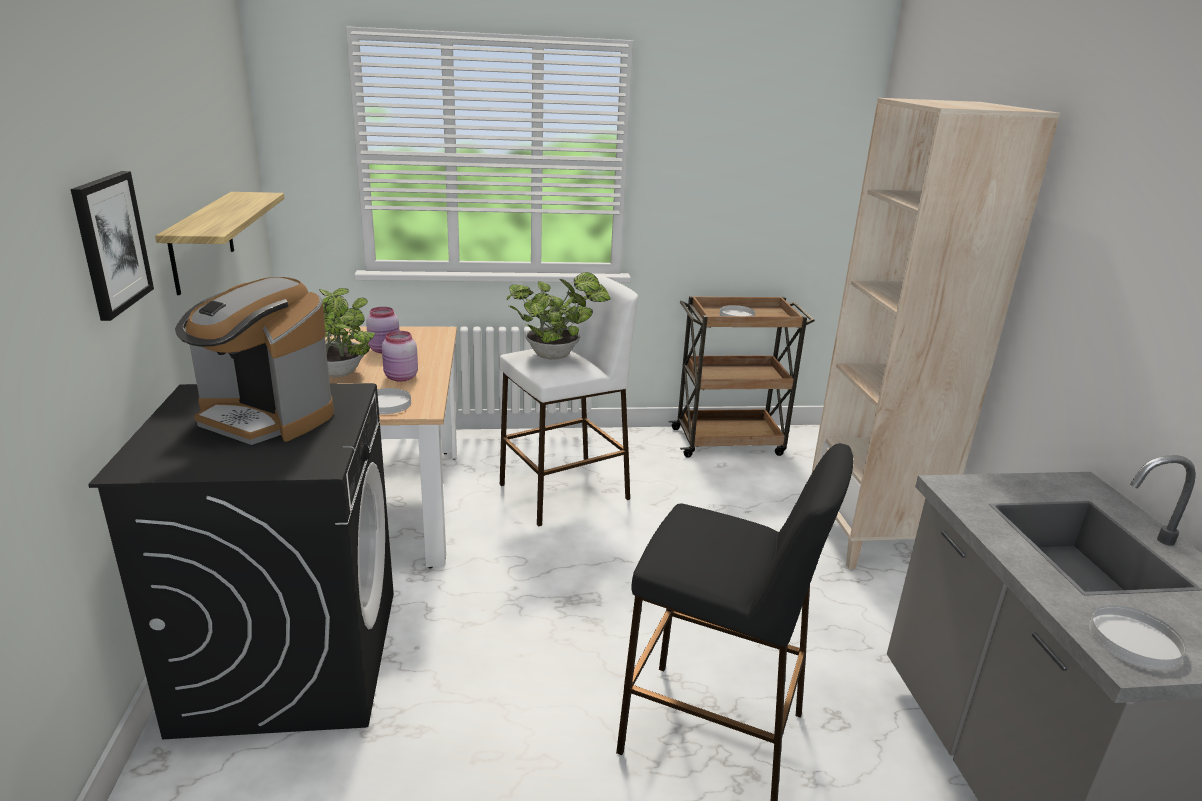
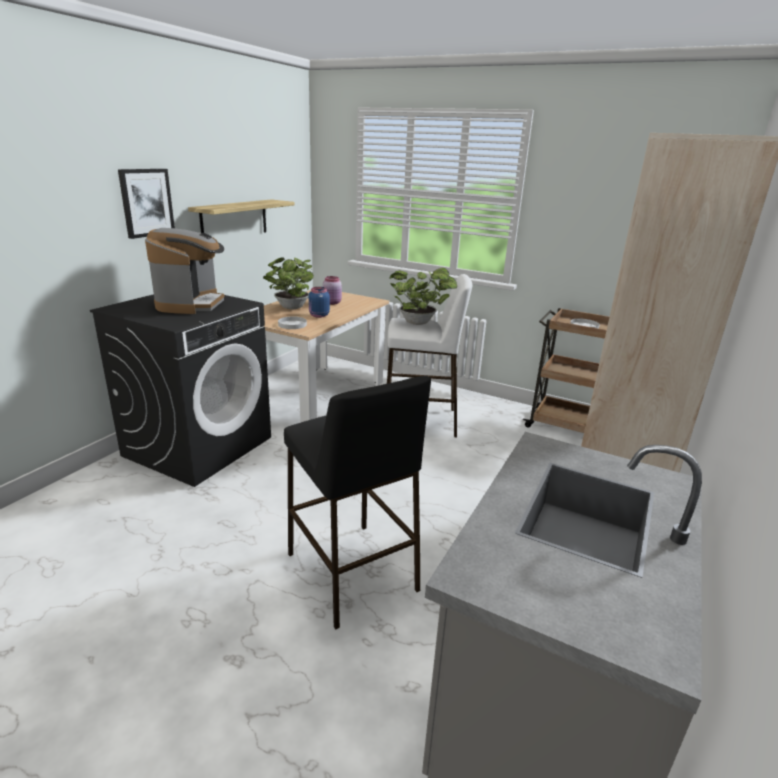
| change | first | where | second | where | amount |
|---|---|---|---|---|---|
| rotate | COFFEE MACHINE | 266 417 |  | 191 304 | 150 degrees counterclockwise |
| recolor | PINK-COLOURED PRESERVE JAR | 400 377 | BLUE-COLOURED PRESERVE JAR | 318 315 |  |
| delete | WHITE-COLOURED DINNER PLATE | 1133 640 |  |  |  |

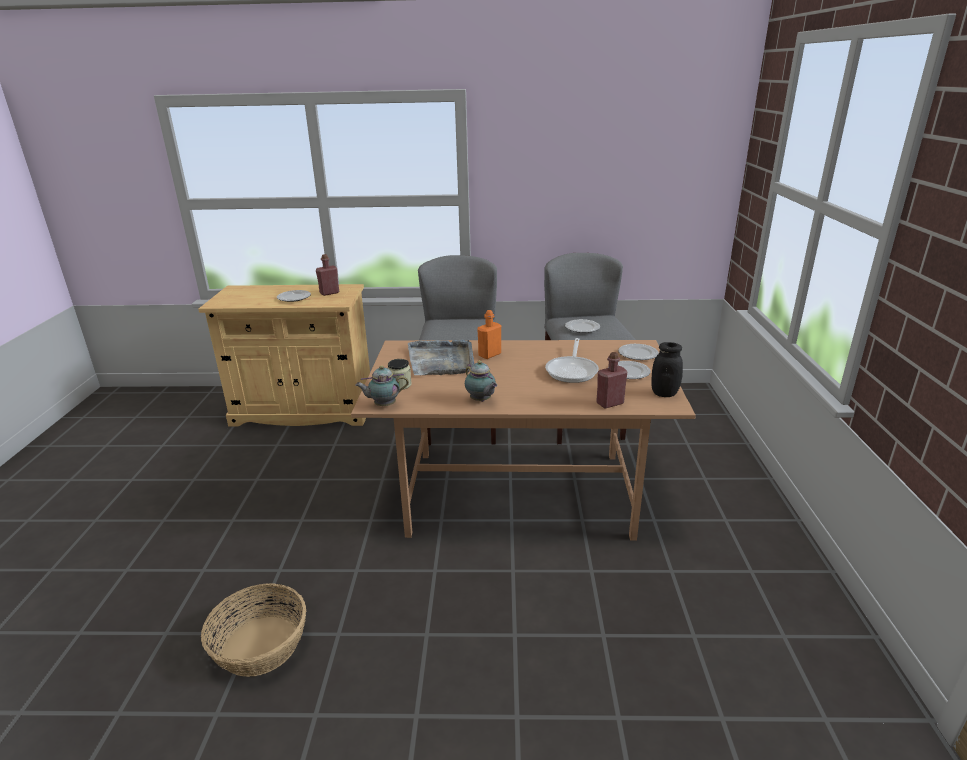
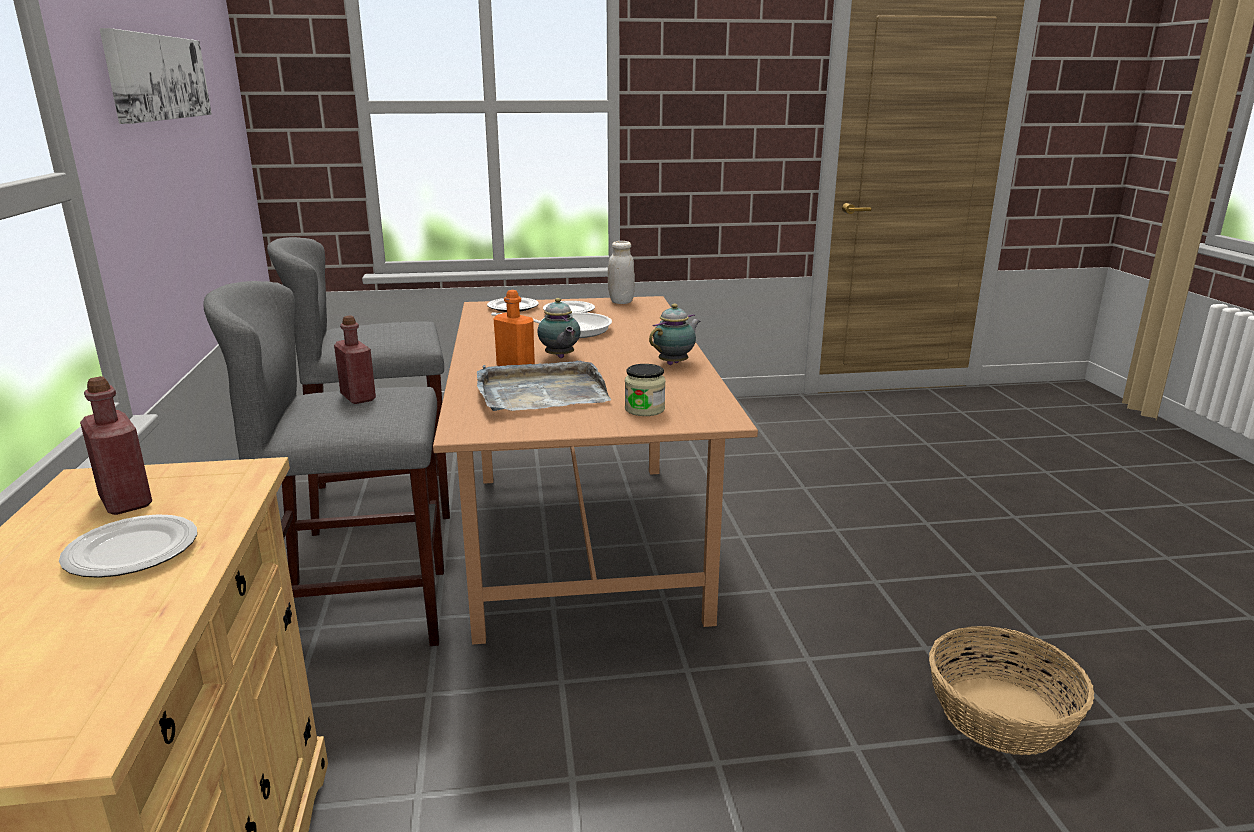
| change | first | where | second | where | amount |
|---|---|---|---|---|---|
| insert |  |  | WALL PICTURE | 157 77 |  |
| move | RED-COLOURED BOTTLE | 610 403 |  | 358 397 |  |
| move | TEAPOT | 383 405 |  | 560 357 |  |
| recolor | BLACKISH PRESERVE JAR | 664 393 | WHITE-COLOURED PRESERVE JAR | 621 302 |  |
| delete | DINNER PLATE | 582 328 |  |  |  |

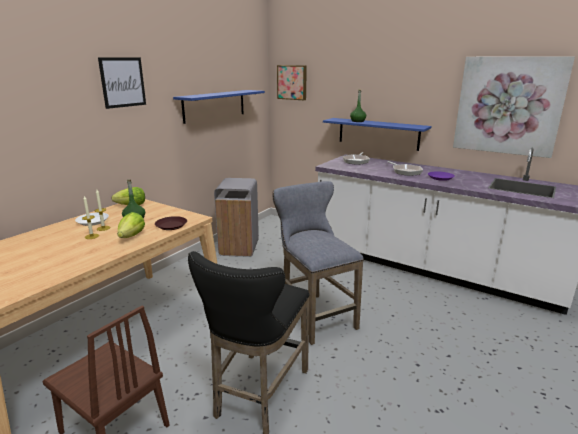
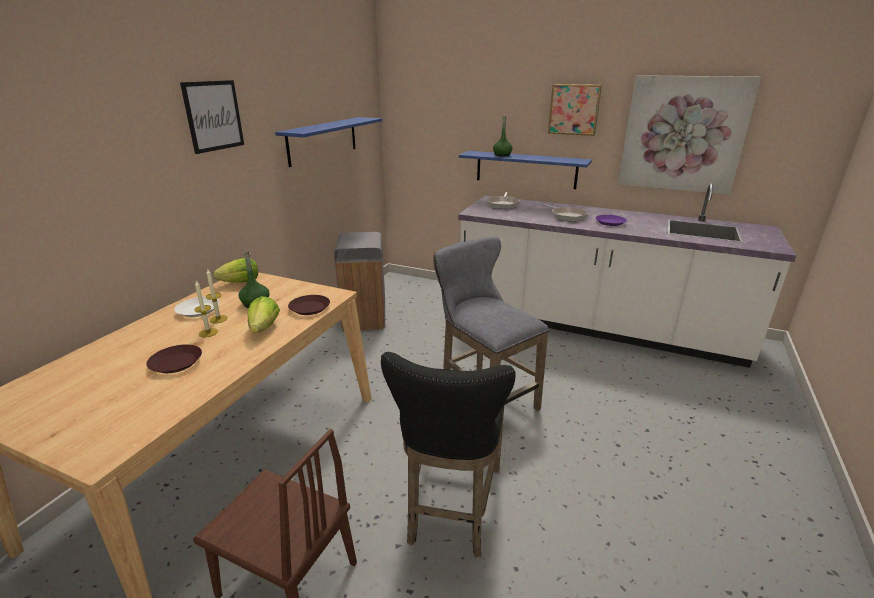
| change | first | where | second | where | amount |
|---|---|---|---|---|---|
| insert |  |  | BROWN DINNER PLATE | 176 363 |  |
| move | WALL PICTURE | 292 82 |  | 574 109 |  |

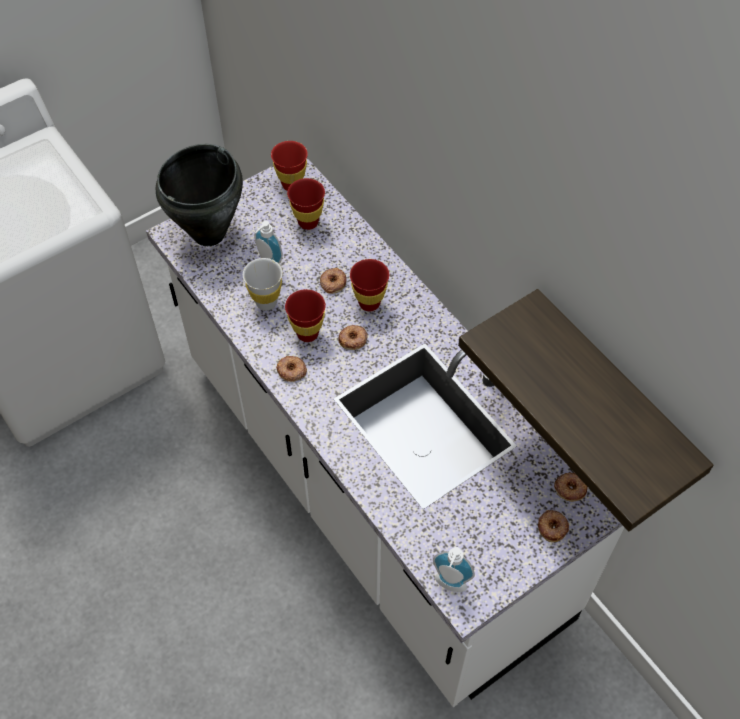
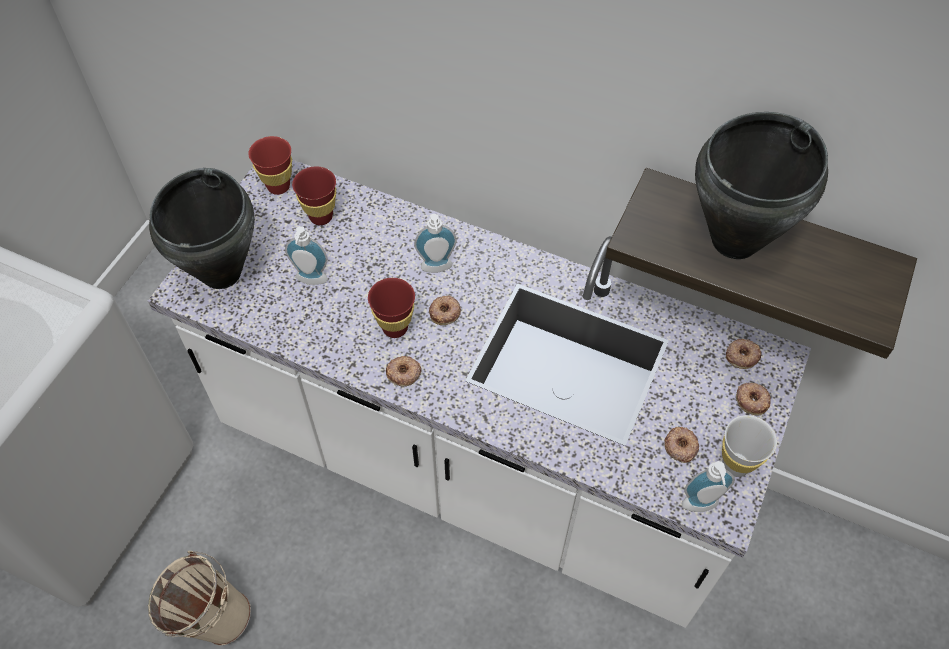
| change | first | where | second | where | amount |
|---|---|---|---|---|---|
| insert |  |  | BEIGE PAIL | 209 618 |  |
| replace | RED-COLOURED DRINKING CUP | 369 303 | SOAP BOTTLE | 437 269 |  |
| move | RING DOUGHNUT | 333 282 |  | 680 446 |  |
| insert |  |  | BLACKISH STOCKPOT | 736 241 |  |
| move | WHITE-COLOURED DRINKING CUP | 266 302 |  | 735 465 |  |

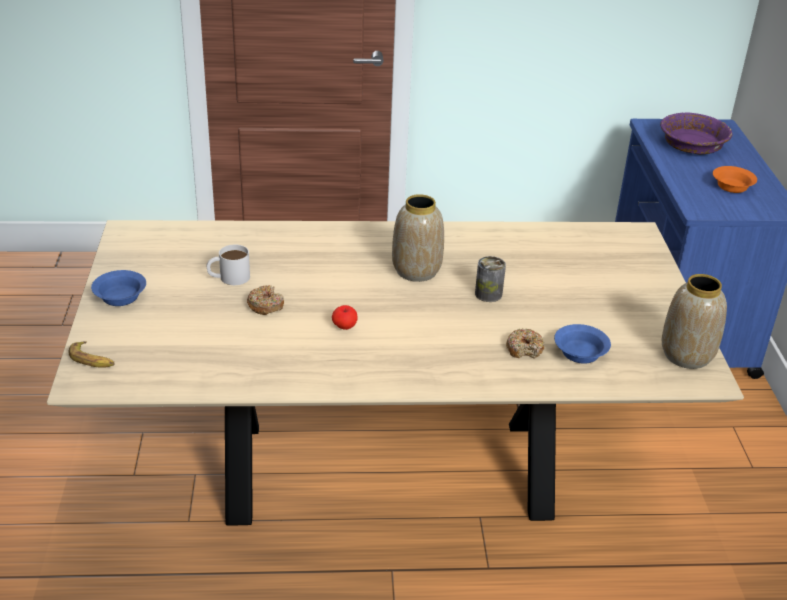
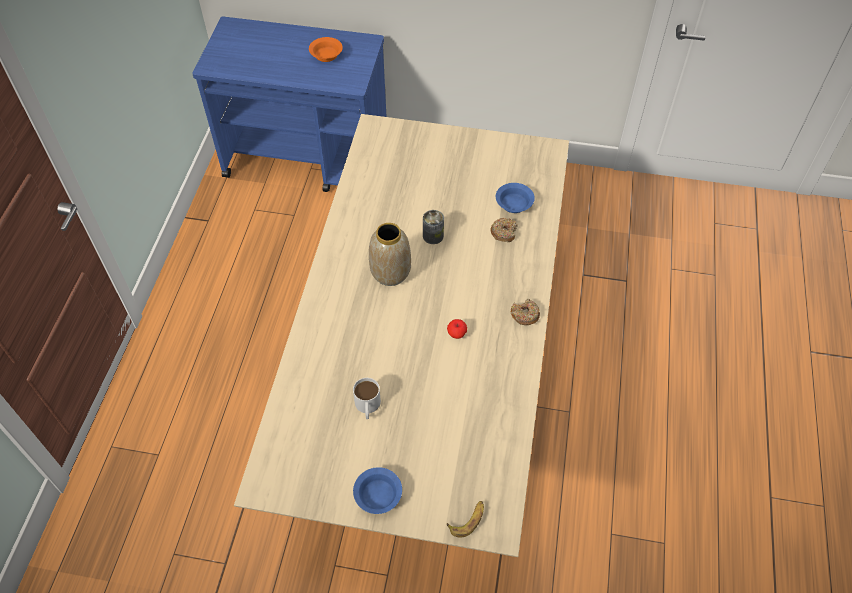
| change | first | where | second | where | amount |
|---|---|---|---|---|---|
| move | RING DOUGHNUT | 265 305 |  | 524 315 |  |
| delete | PURPLE-COLOURED SERVING BOWL | 692 145 |  |  |  |
| delete | FLOWER VASE | 687 355 |  |  |  |

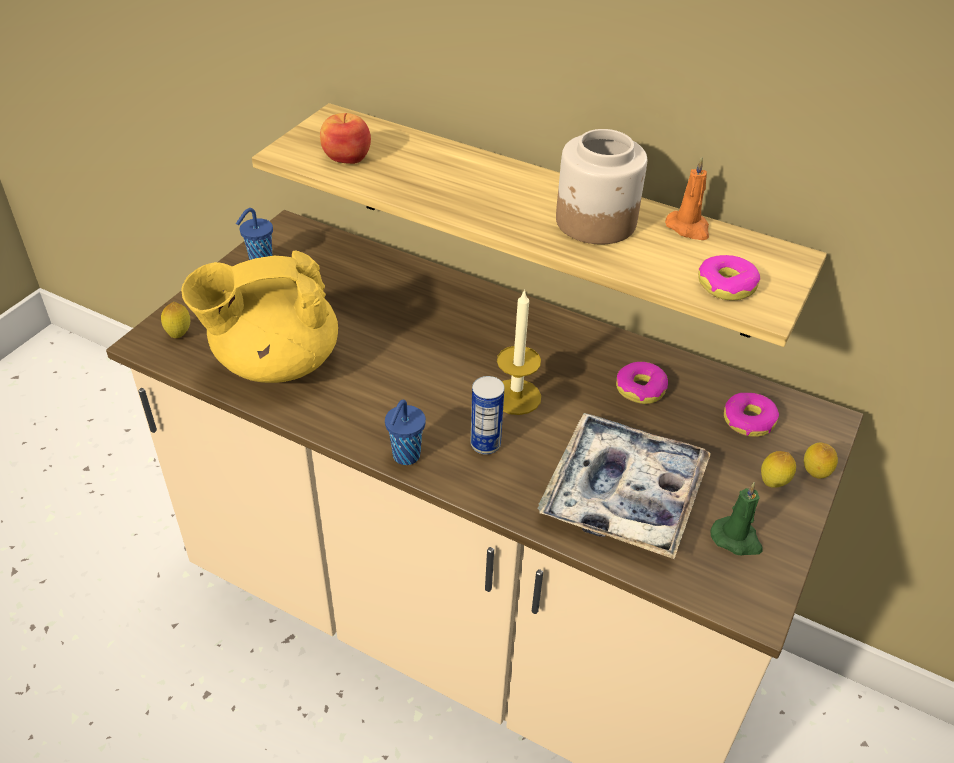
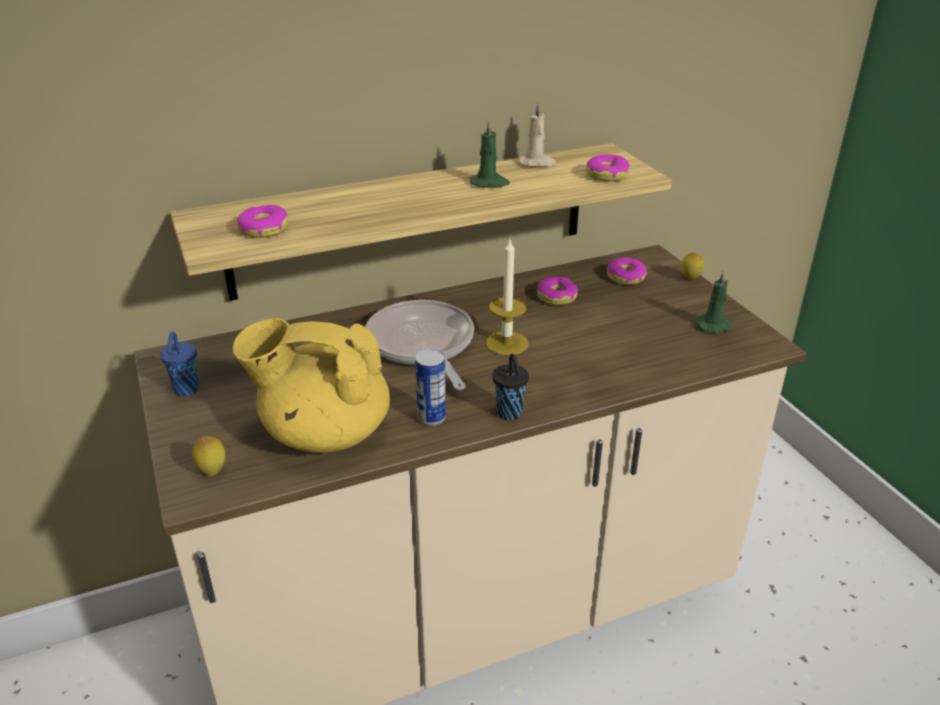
| change | first | where | second | where | amount |
|---|---|---|---|---|---|
| rotate | YELLOW TEAPOT | 274 362 |  | 324 433 | 75 degrees clockwise |
| replace | APPLE FRUIT | 346 157 | RING DOUGHNUT | 263 229 |  |
| insert |  |  | PAN | 422 345 |  |
| move | CAN | 485 444 |  | 431 418 |  |
| replace | PRESERVE JAR | 595 222 | GREENISH WAX CANDLE | 489 183 |  |
| recolor | BLUE-COLOURED DRINKING CUP | 405 457 | BLACKISH DRINKING CUP | 510 414 |  |
| recolor | ORANGE WAX CANDLE | 688 228 | BEIGE WAX CANDLE | 537 163 |  |
| delete | SERVING TRAY | 623 494 |  |  |  |
| delete | LEMON | 772 484 |  |  |  |

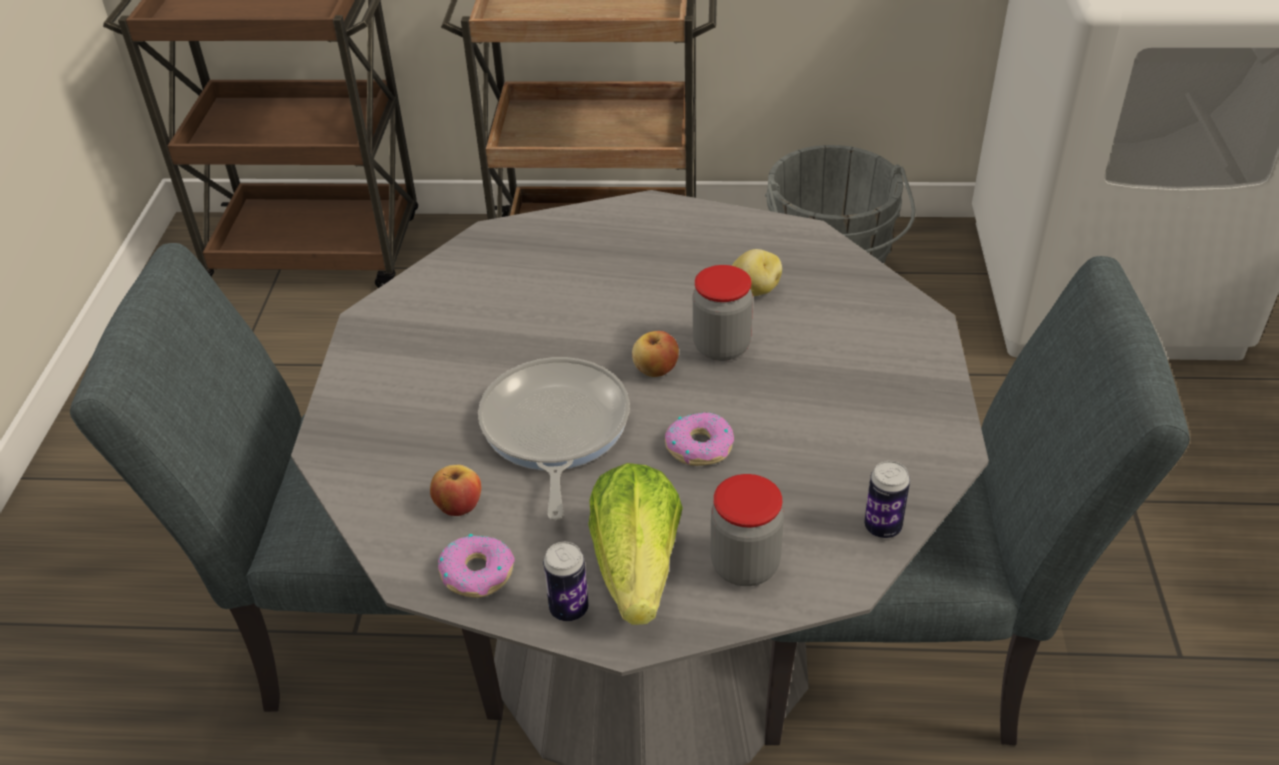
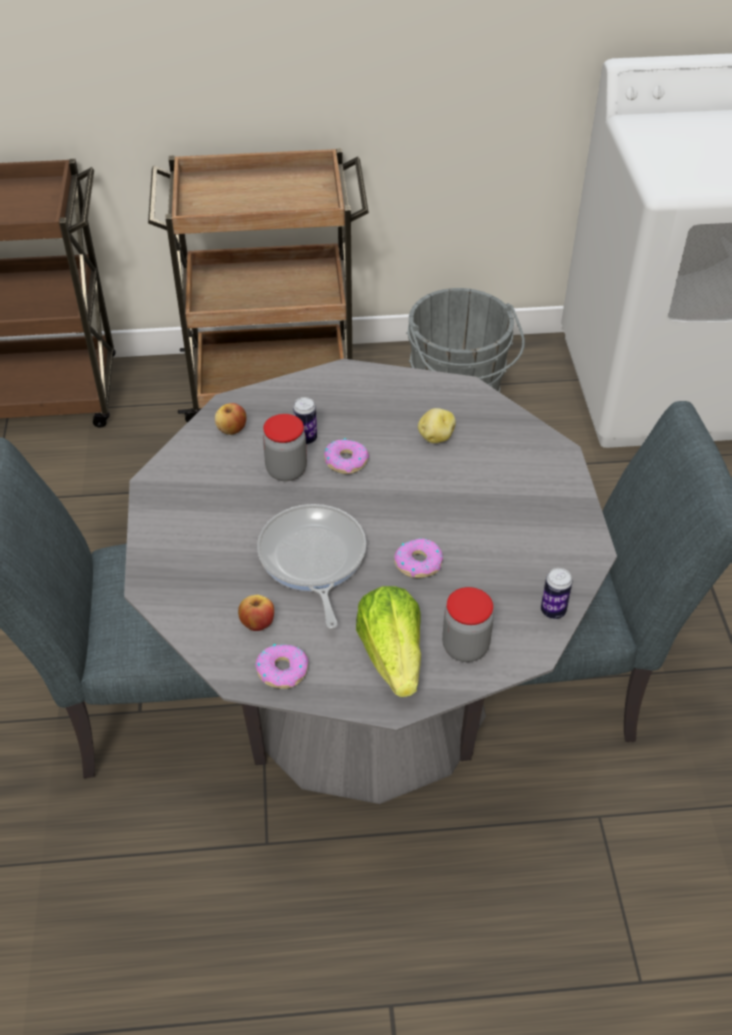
| change | first | where | second | where | amount |
|---|---|---|---|---|---|
| move | APPLE FRUIT | 655 370 |  | 231 429 |  |
| move | PRESERVE JAR | 721 347 |  | 286 470 |  |
| move | CAN | 569 609 |  | 306 439 |  |
| insert |  |  | RING DOUGHNUT | 346 461 |  |

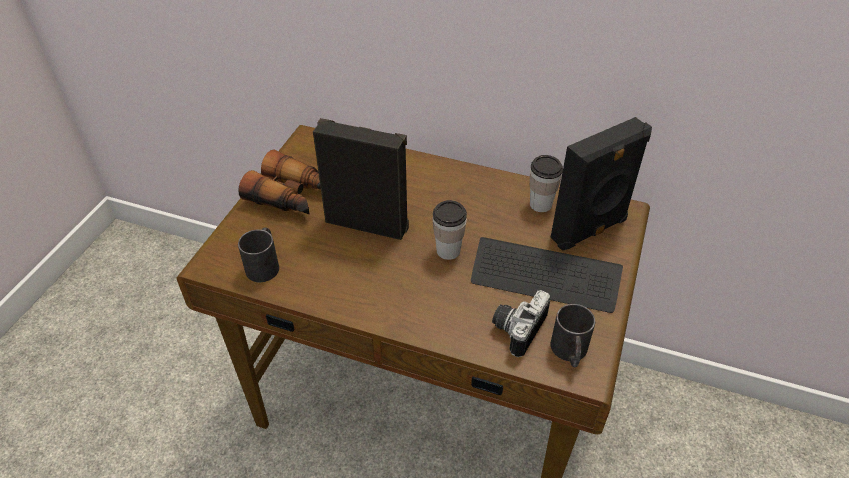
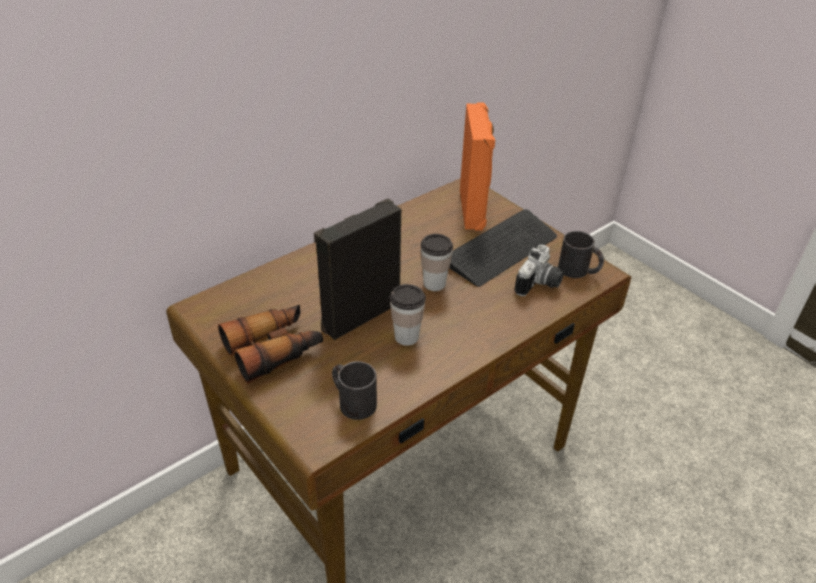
| change | first | where | second | where | amount |
|---|---|---|---|---|---|
| move | DRINKING CUP | 540 204 |  | 406 337 |  |
| recolor | BLACKISH SPEAKER | 590 230 | ORANGE SPEAKER | 473 209 |  |
| rotate | PHOTO CAMERA | 516 328 |  | 540 284 | 120 degrees counterclockwise |

